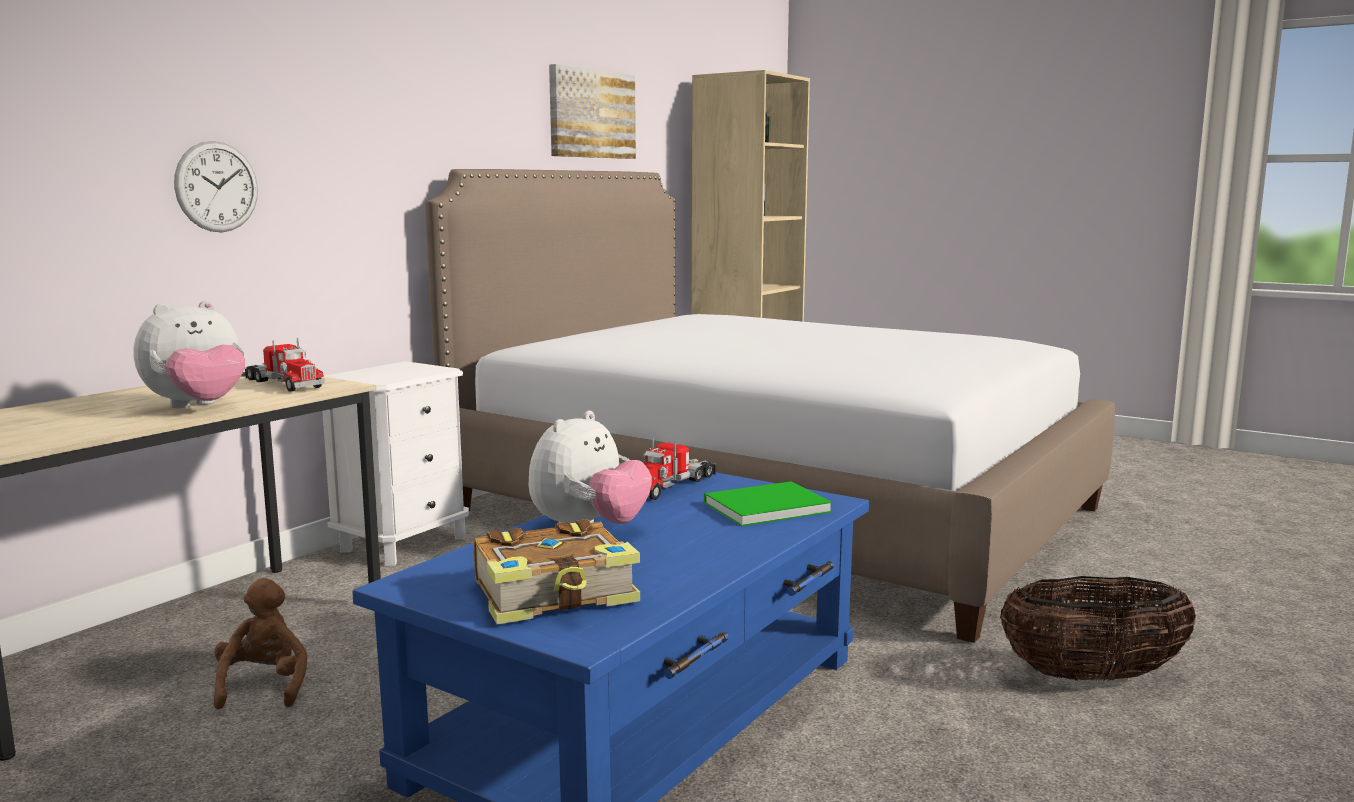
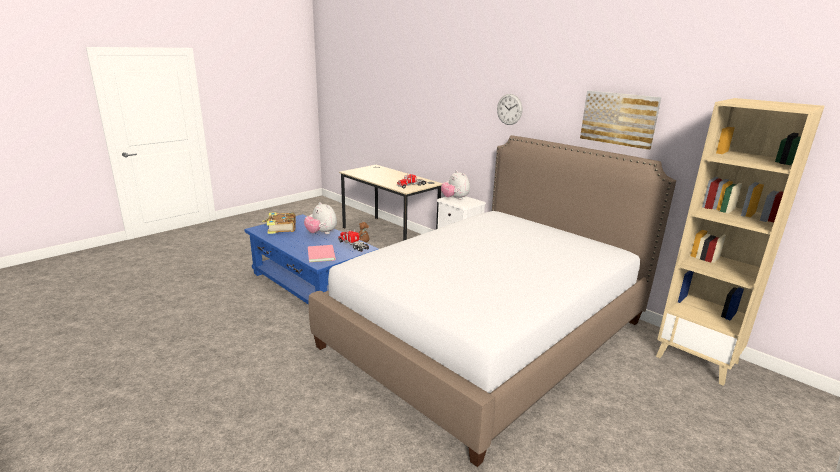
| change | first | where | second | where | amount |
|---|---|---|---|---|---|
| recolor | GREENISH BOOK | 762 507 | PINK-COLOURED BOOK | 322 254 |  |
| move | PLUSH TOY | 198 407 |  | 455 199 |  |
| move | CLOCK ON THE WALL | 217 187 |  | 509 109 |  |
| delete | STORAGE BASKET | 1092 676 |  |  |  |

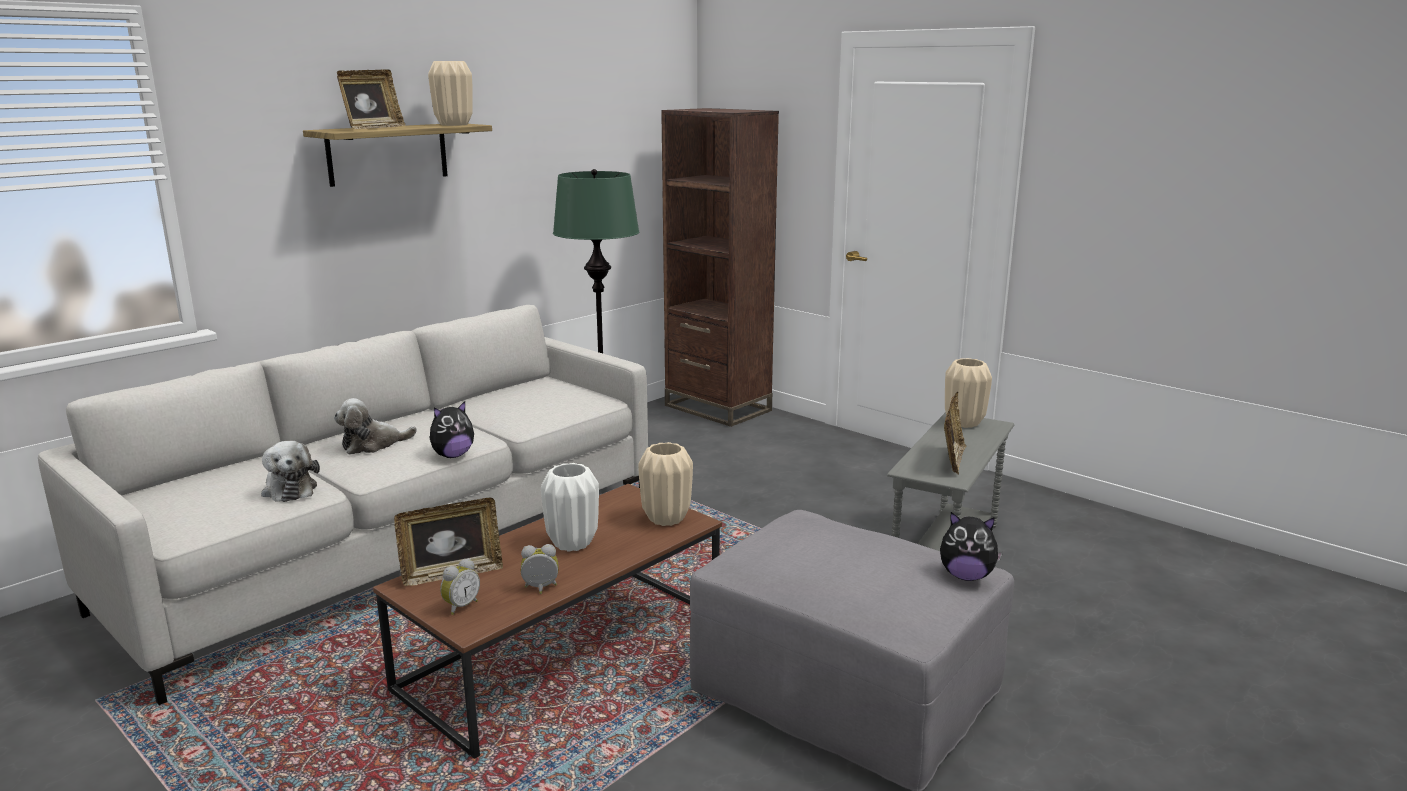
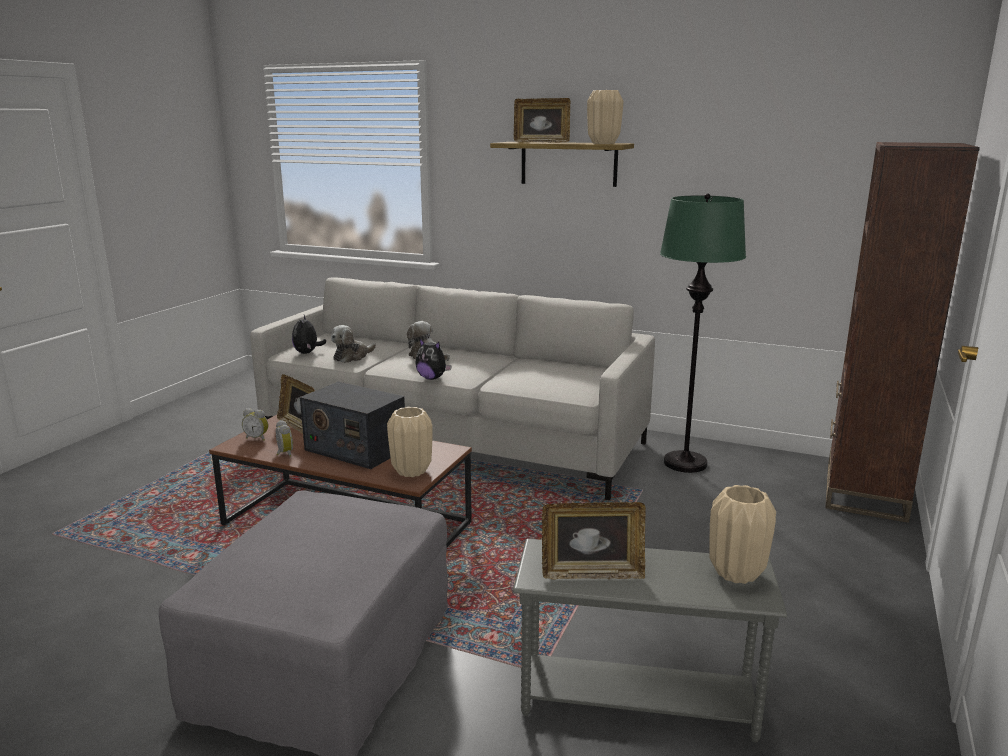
| change | first | where | second | where | amount |
|---|---|---|---|---|---|
| move | PLUSH TOY | 966 576 |  | 307 353 |  |
| replace | WHITE-COLOURED FLOWER VASE | 572 543 | RADIO SET | 355 449 |  |

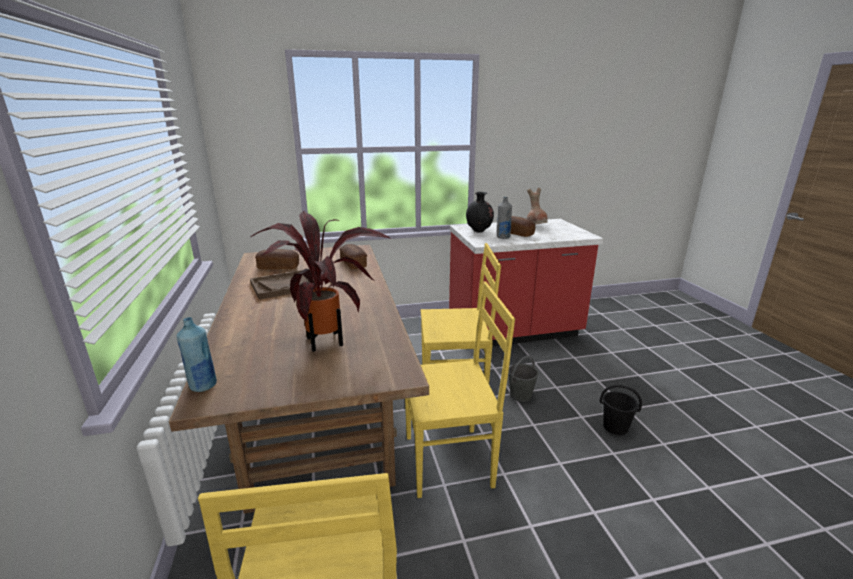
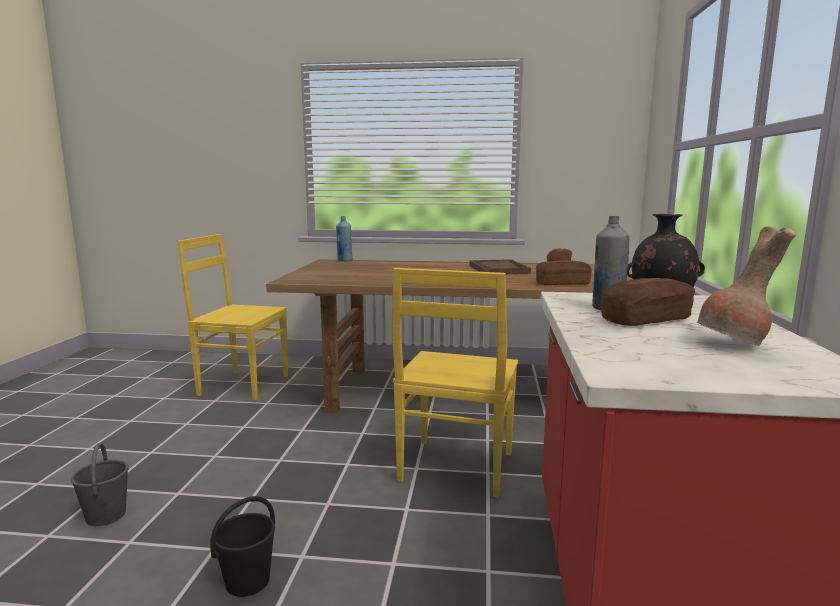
| change | first | where | second | where | amount |
|---|---|---|---|---|---|
| move | GRAY PAIL | 520 395 |  | 106 515 |  |
| delete | PLANT IN A POT | 326 339 |  |  |  |
| delete | YELLOW UPRIGHT CHAIR | 451 460 |  |  |  |

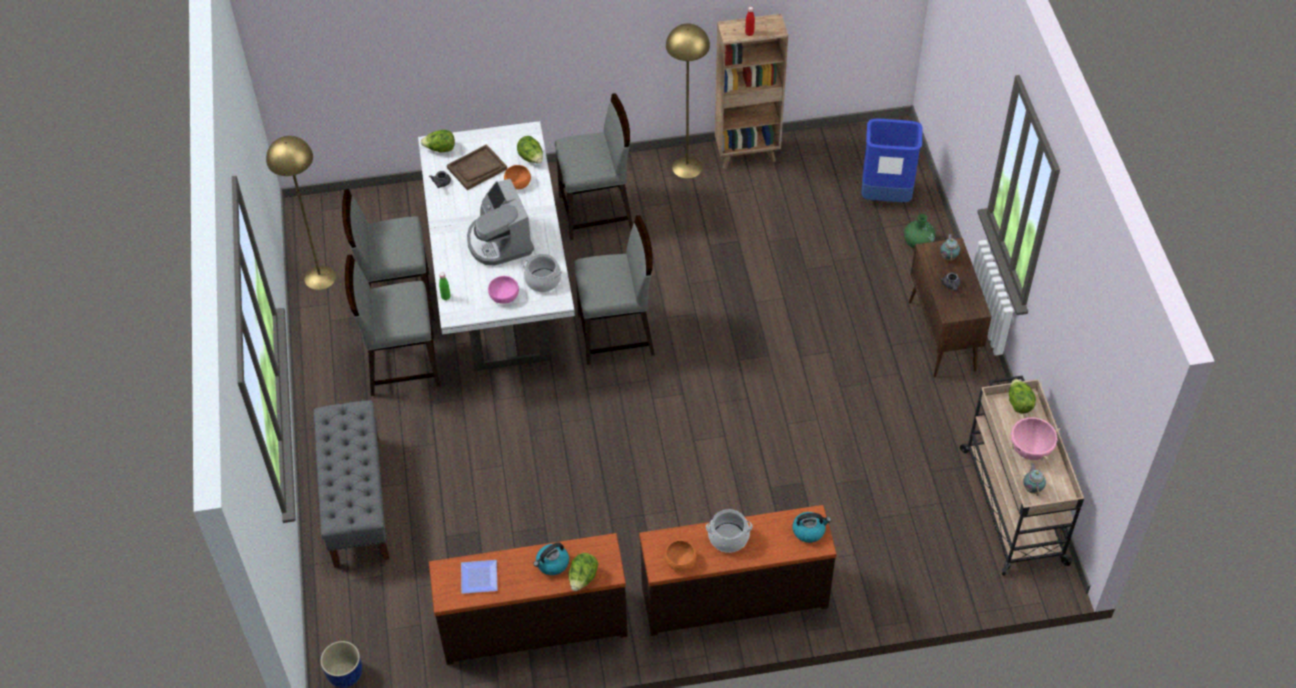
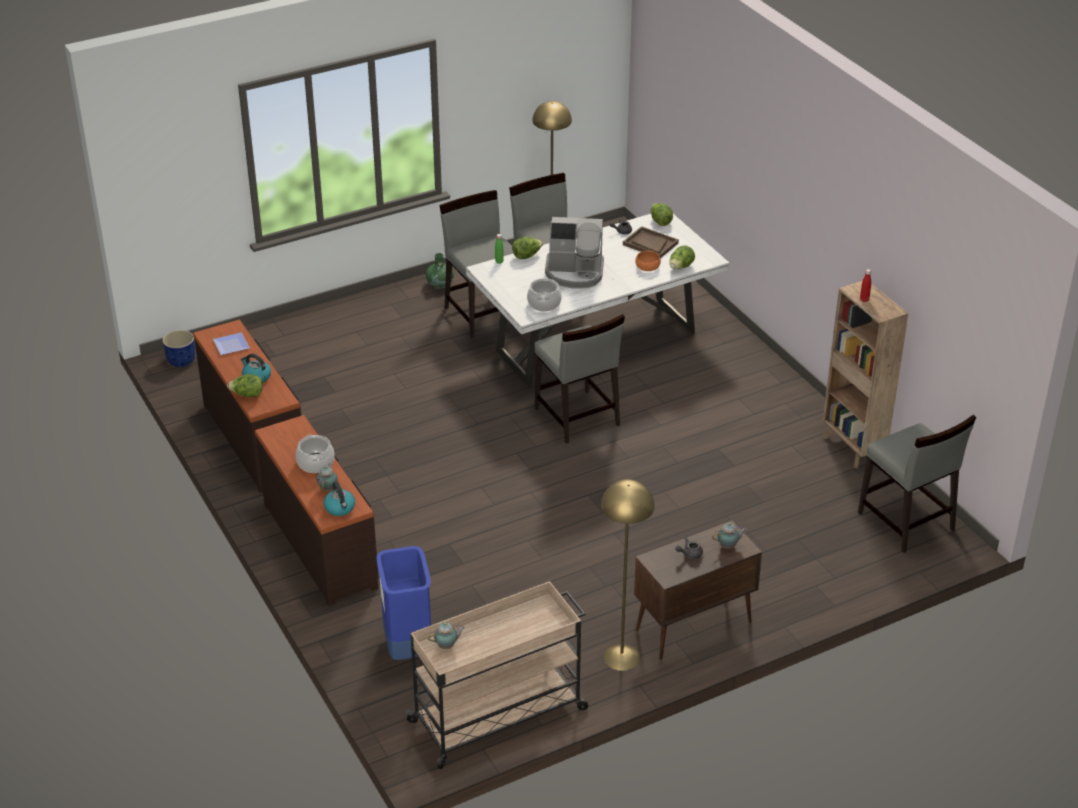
| change | first | where | second | where | amount |
|---|---|---|---|---|---|
| insert |  |  | TEAPOT | 328 488 |  |
| move | BLUE-COLOURED WASTE BIN | 885 196 |  | 407 647 |  |
| move | GREENISH FLOWER VASE | 918 243 |  | 440 284 |  |
| move | HEAD OF LETTUCE | 1019 403 |  | 526 256 |  |
| rotate | COFFEE MACHINE | 499 241 |  | 575 273 | 135 degrees counterclockwise |
| move | YELLOW STANDARD LAMP | 687 167 |  | 622 657 |  |
| move | GRAY UPRIGHT CHAIR | 597 213 |  | 906 522 |  |
| delete | GRAY LONG SEAT | 357 500 |  |  |  |
| delete | PINK-COLOURED SERVING BOWL | 503 296 |  |  |  |
| delete | ORANGE SERVING BOWL | 680 560 |  |  |  |
| delete | PINK-COLOURED STOCKPOT | 1030 450 |  |  |  |

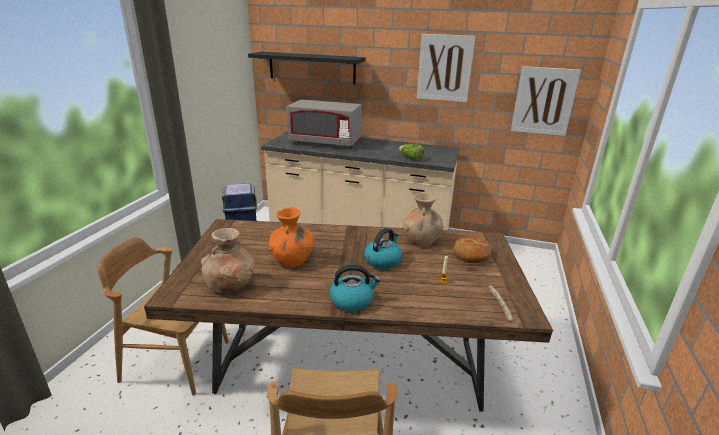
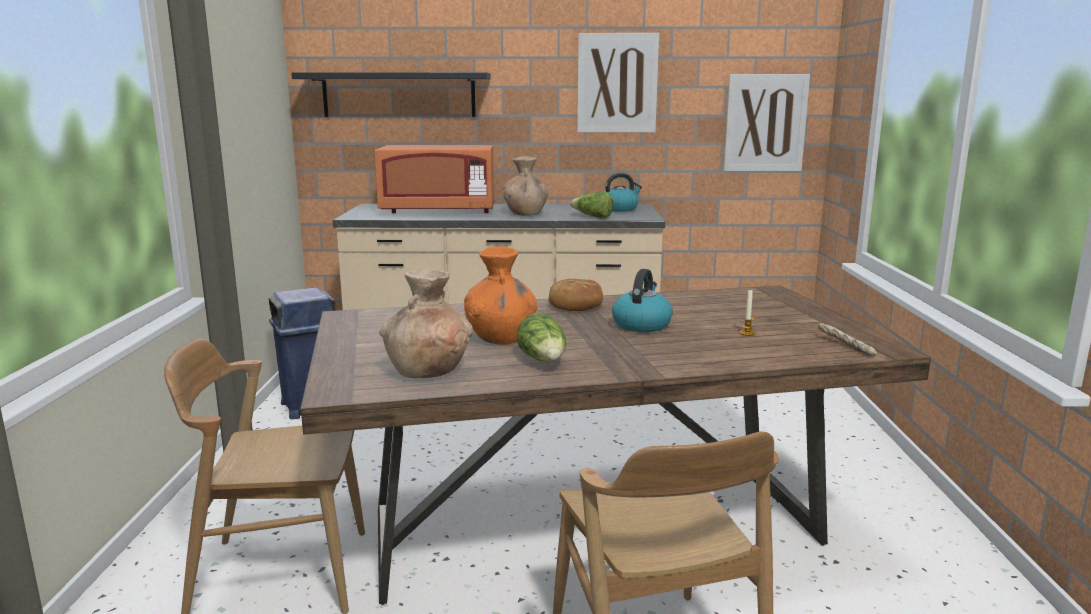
| change | first | where | second | where | amount |
|---|---|---|---|---|---|
| recolor | GRAY MICROWAVE OVEN | 325 142 | ORANGE MICROWAVE OVEN | 439 211 |  |
| move | BROWN FLOWER VASE | 421 240 |  | 525 214 |  |
| insert |  |  | HEAD OF LETTUCE | 544 361 |  |
| move | BAKERY BREAD | 470 255 |  | 575 305 |  |
| move | TEA KETTLE | 352 301 |  | 619 209 |  |

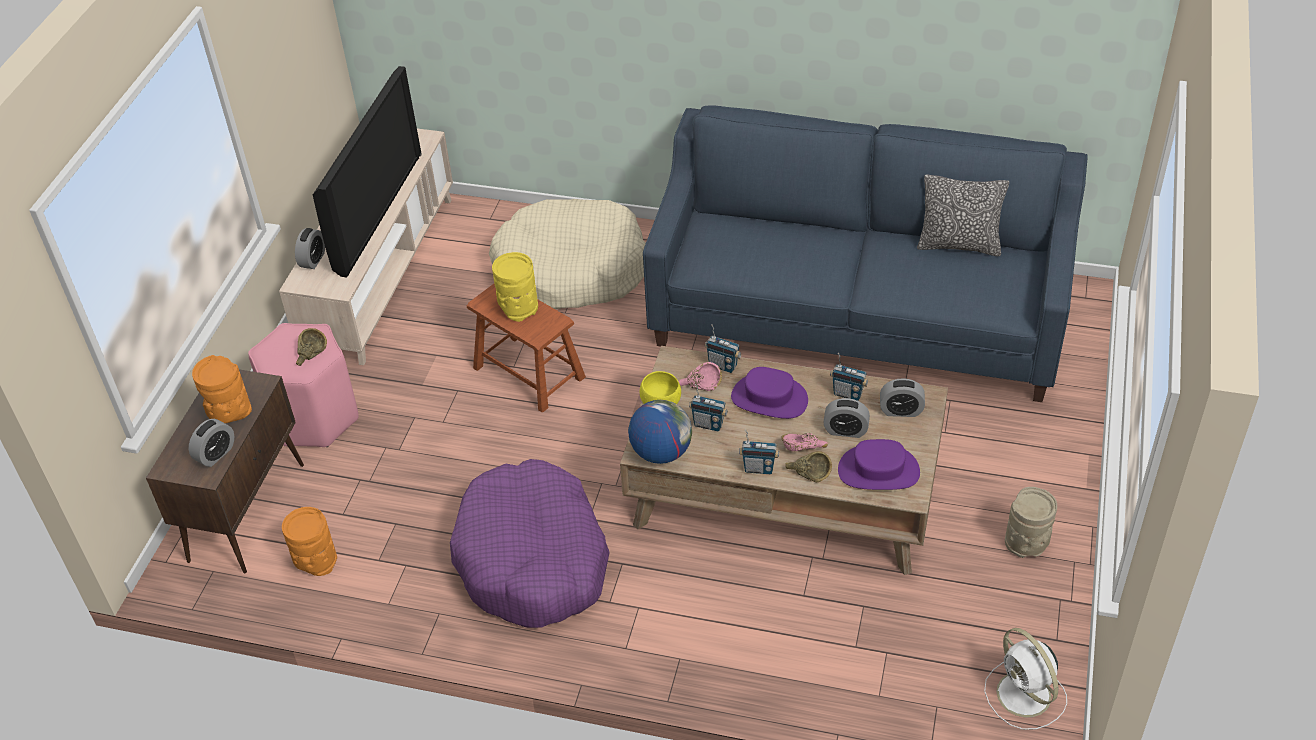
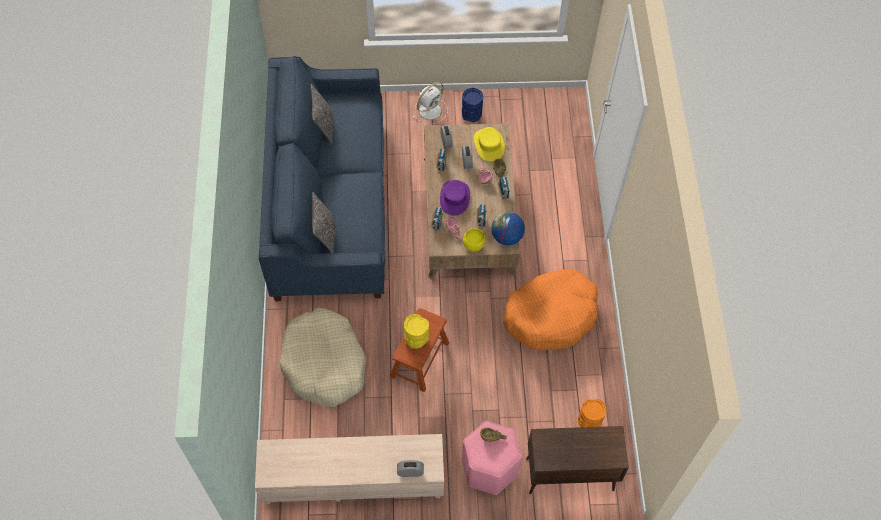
| change | first | where | second | where | amount |
|---|---|---|---|---|---|
| insert |  |  | THROW PILLOW | 325 235 |  |
| move | WHITE-COLOURED FAN | 1025 696 |  | 430 110 |  |
| recolor | BEIGE FLOWER VASE | 1027 543 | BLUE-COLOURED FLOWER VASE | 471 114 |  |
| recolor | PURPLE-COLOURED WEARABLE HAT | 878 471 | YELLOW WEARABLE HAT | 489 145 |  |
| recolor | PURPLE-COLOURED DOG CUSHION | 533 559 | ORANGE DOG CUSHION | 551 315 |  |
| delete | ALARM CLOCK | 216 454 |  |  |  |
| delete | ORANGE FLOWER VASE | 229 413 |  |  |  |
| delete | TV | 374 210 |  |  |  |

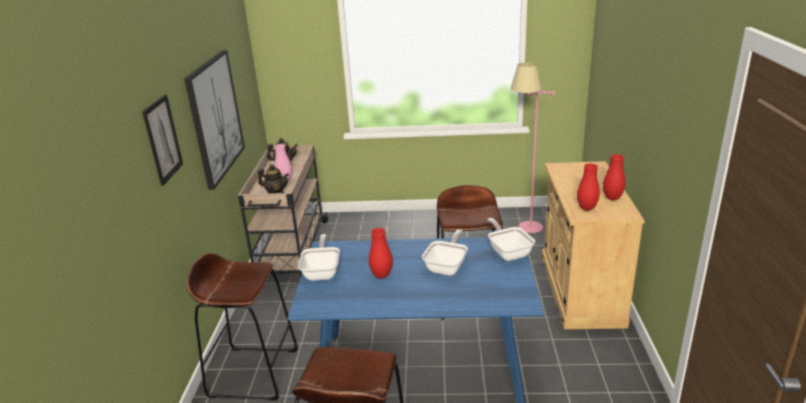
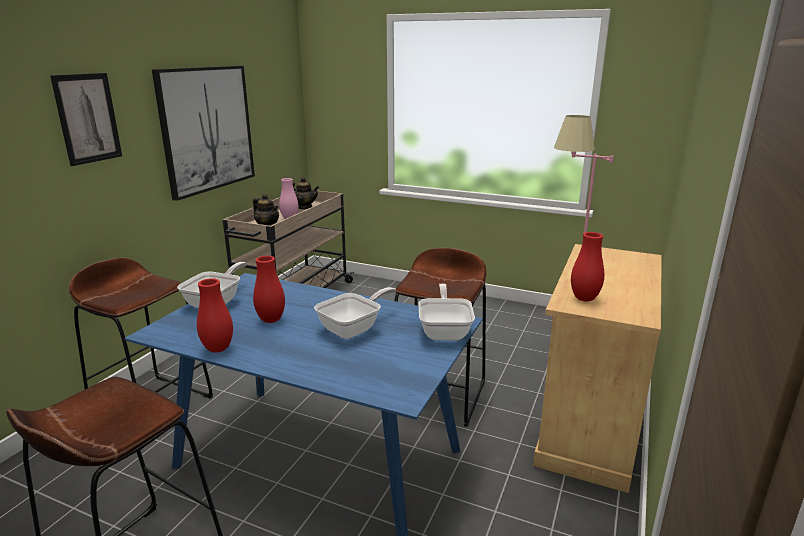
| change | first | where | second | where | amount |
|---|---|---|---|---|---|
| move | RED-COLOURED FLOWER VASE | 612 198 |  | 218 349 |  |

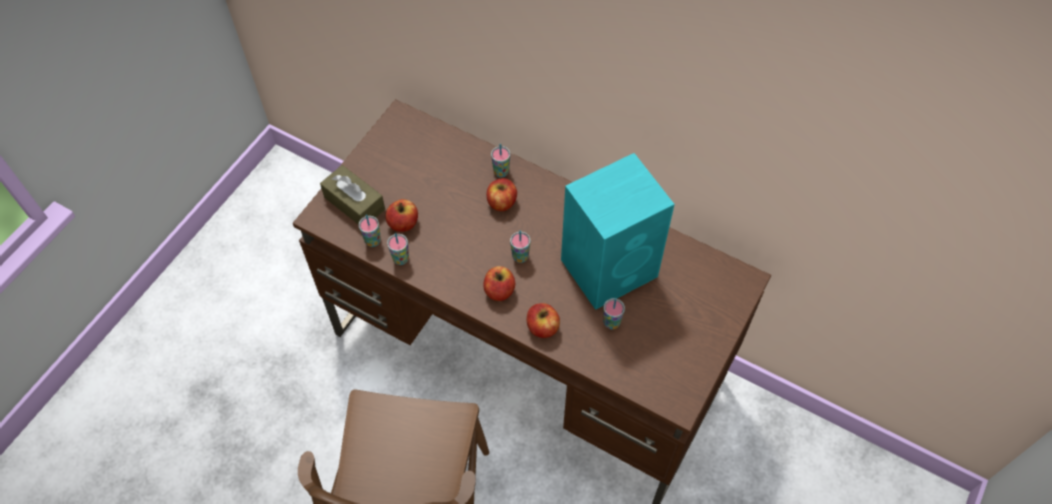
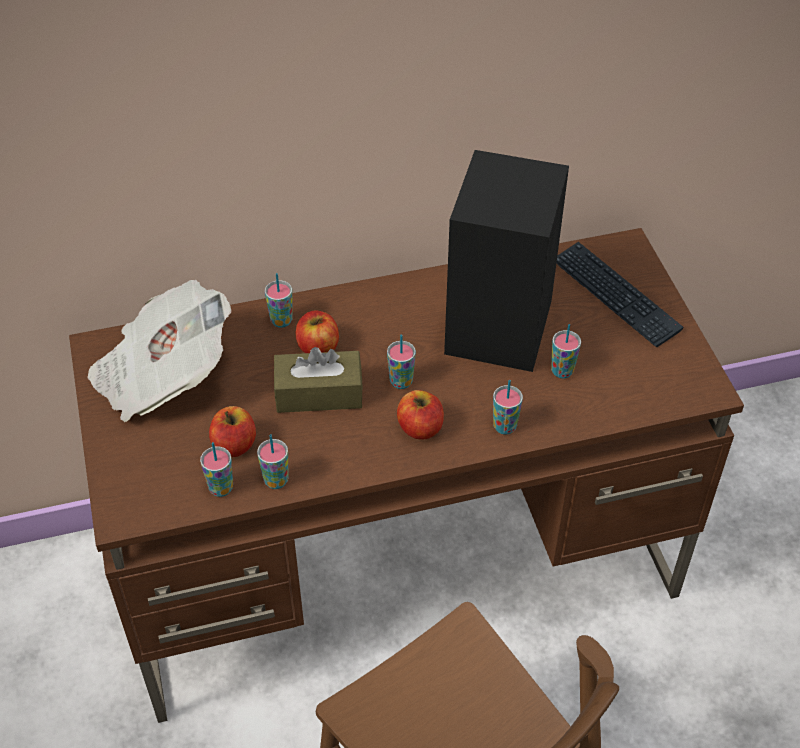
| change | first | where | second | where | amount |
|---|---|---|---|---|---|
| insert |  |  | NEWSPAPER | 163 376 |  |
| move | BROWN TISSUE BOX | 354 203 |  | 319 393 |  |
| recolor | TURQUOISE SPEAKER | 611 267 | BLACKISH SPEAKER | 499 324 |  |
| replace | APPLE FRUIT | 542 327 | DRINKING CUP | 504 426 |  |
| insert |  |  | COMPUTER KEYBOARD | 614 295 |  |

